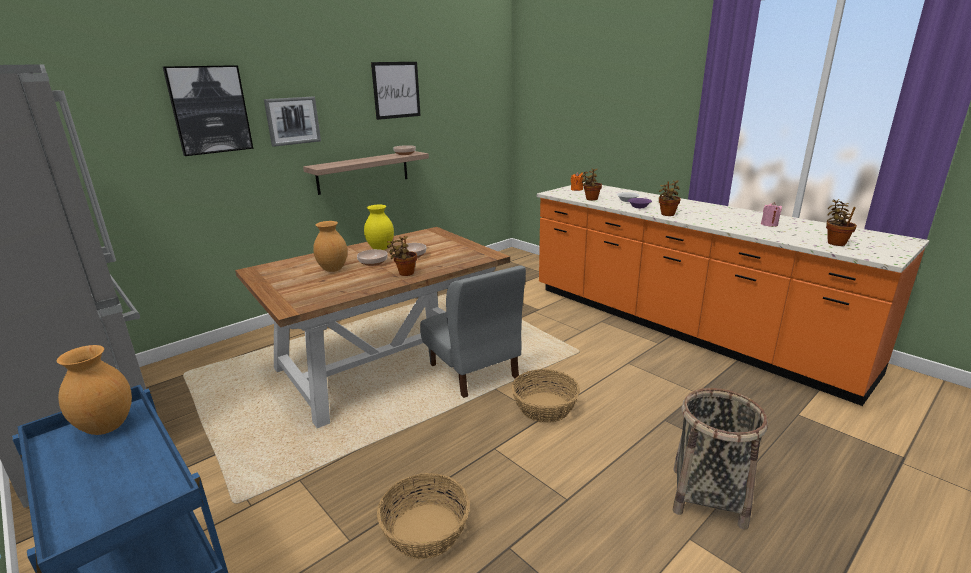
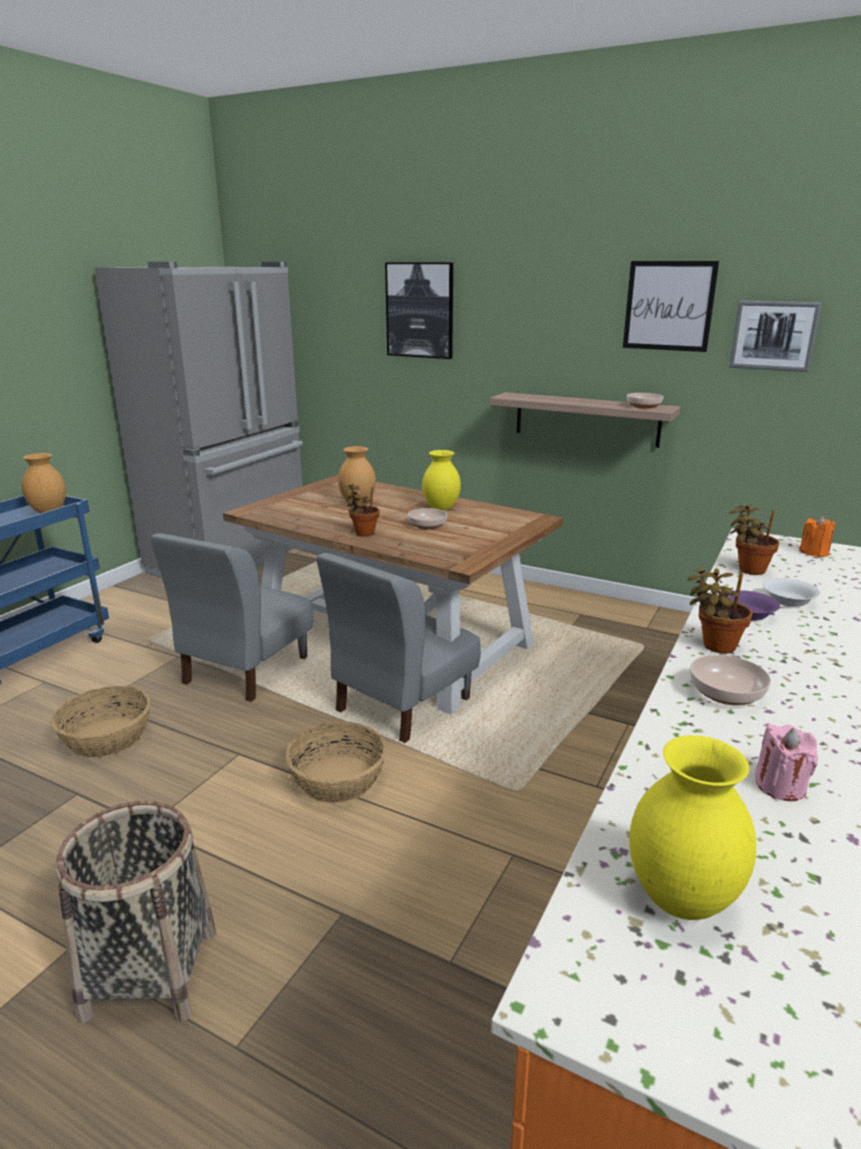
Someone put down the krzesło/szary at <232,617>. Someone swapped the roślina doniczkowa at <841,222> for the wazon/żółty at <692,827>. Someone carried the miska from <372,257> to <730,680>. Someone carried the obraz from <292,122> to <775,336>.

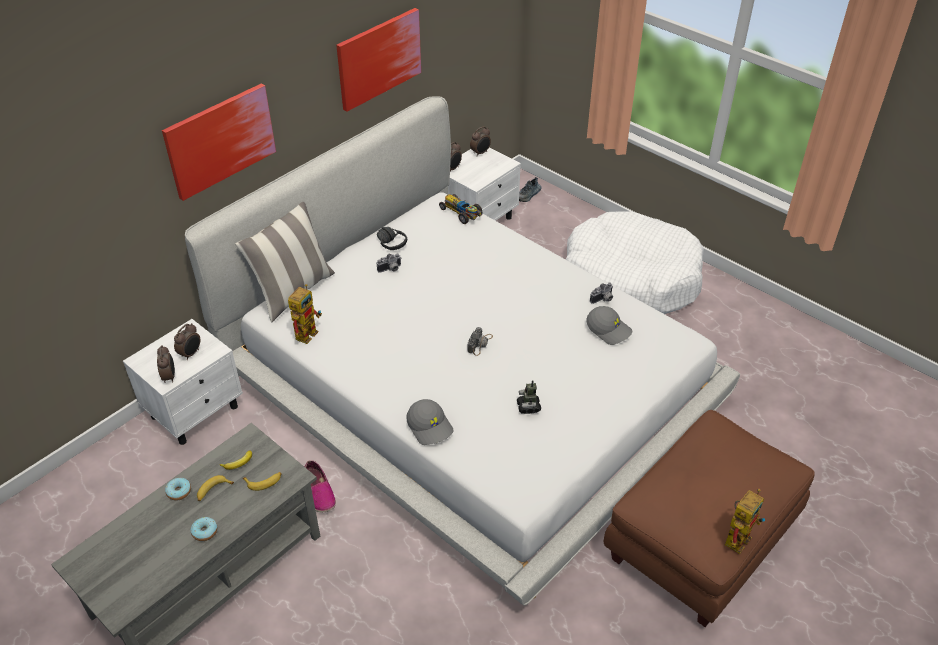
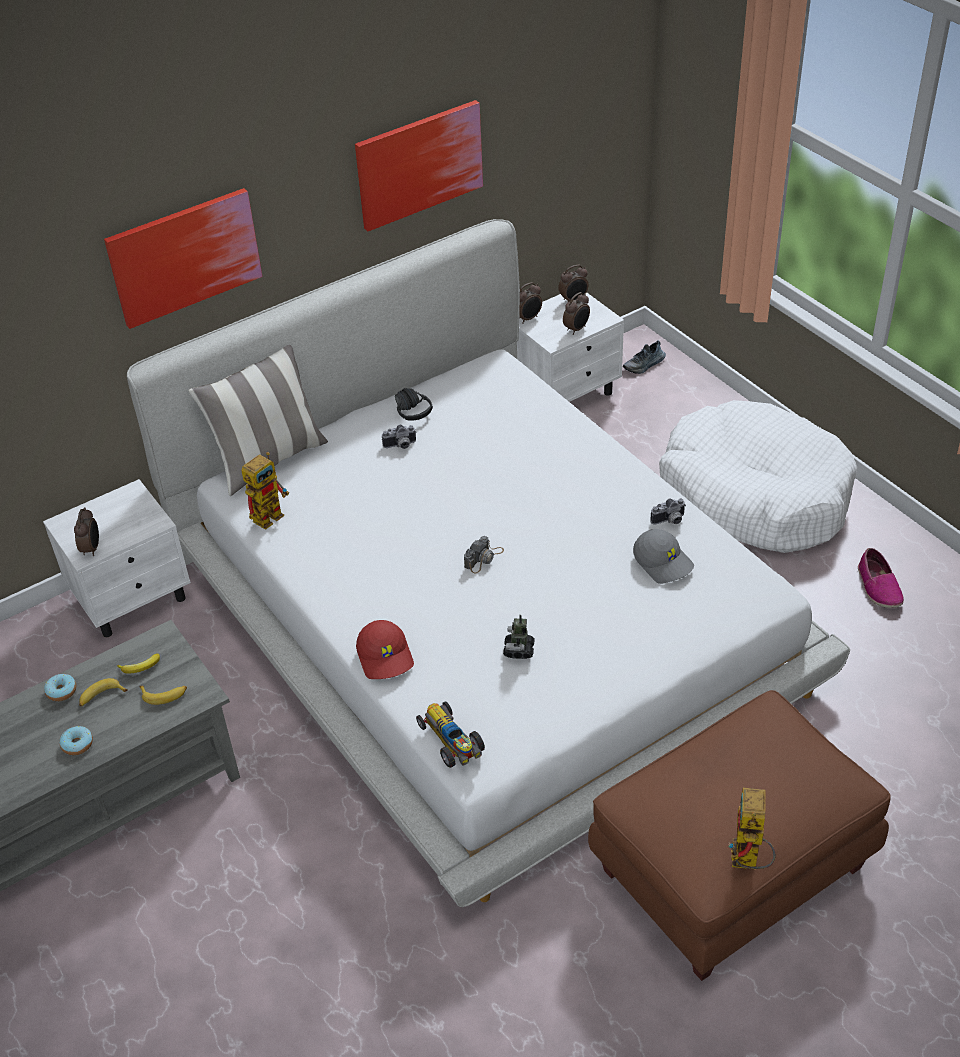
Someone repainted the czapka z daszkiem/szary at <430,422>, which became the czapka z daszkiem/czerwony at <385,649>. Someone carried the samochodzik from <460,209> to <450,734>. Someone carried the budzik from <187,341> to <576,313>. Someone rotated the robot zabawkowy at <745,521> by 135 degrees clockwise. Someone carried the but from <320,486> to <881,578>.

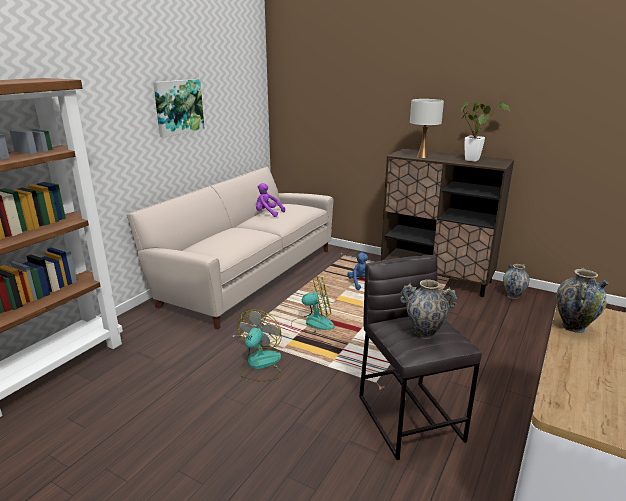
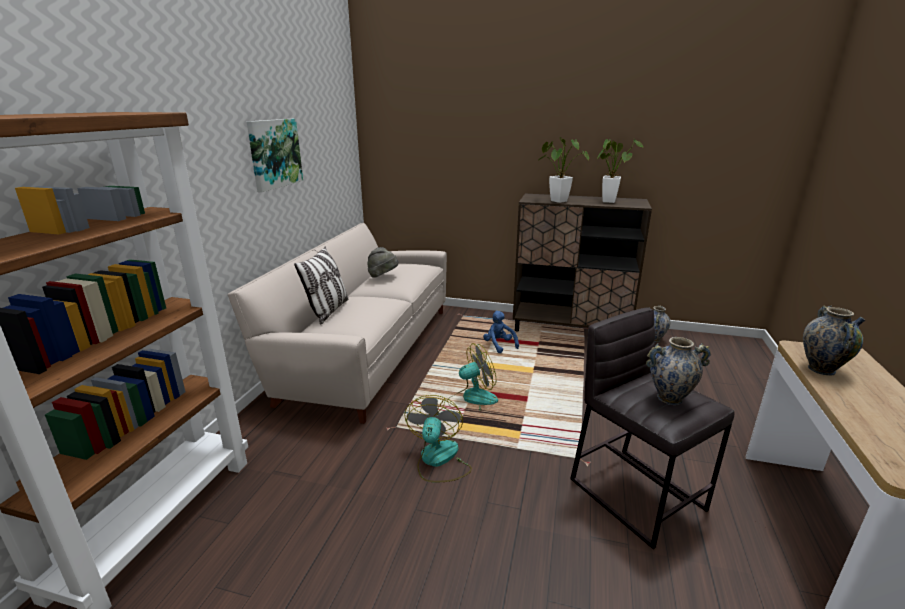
Someone put down the poduszka at <321,286>. Someone swapped the pluszak/fioletowy at <270,200> for the kapelusz/szary at <383,262>. Someone swapped the lampa stołowa/biały at <427,128> for the roślina doniczkowa at <563,170>.

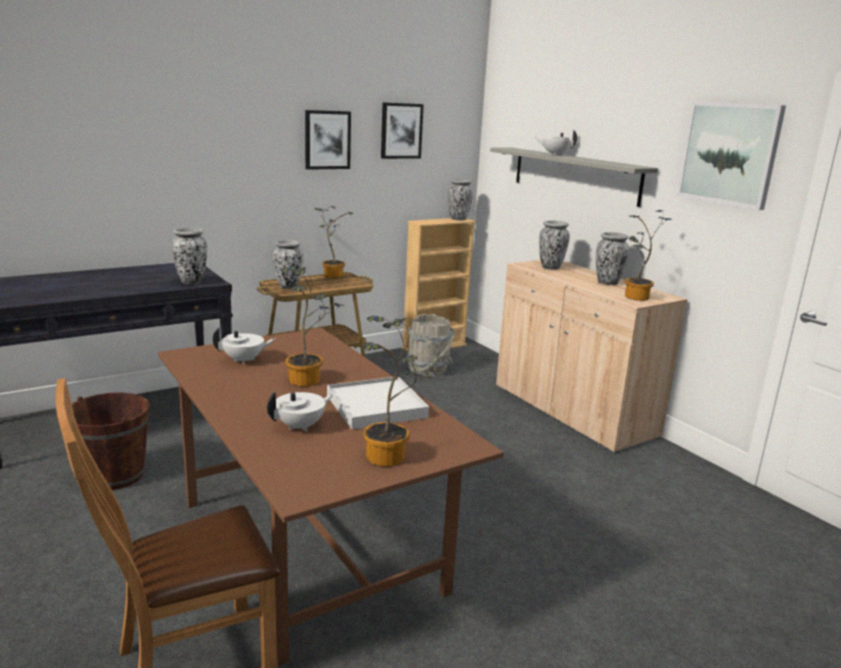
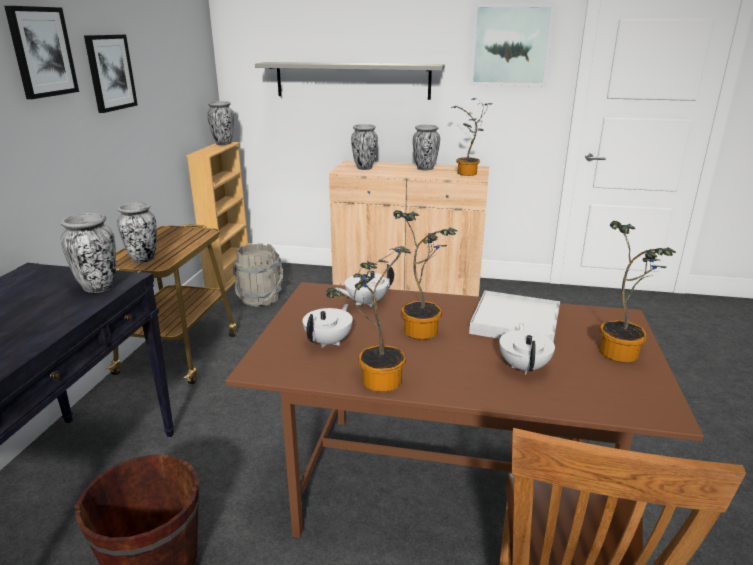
Someone carried the obraz from <402,130> to <41,52>. Someone carried the roślina doniczkowa from <334,242> to <368,319>. Someone carried the imbryk/biały from <556,142> to <364,285>.

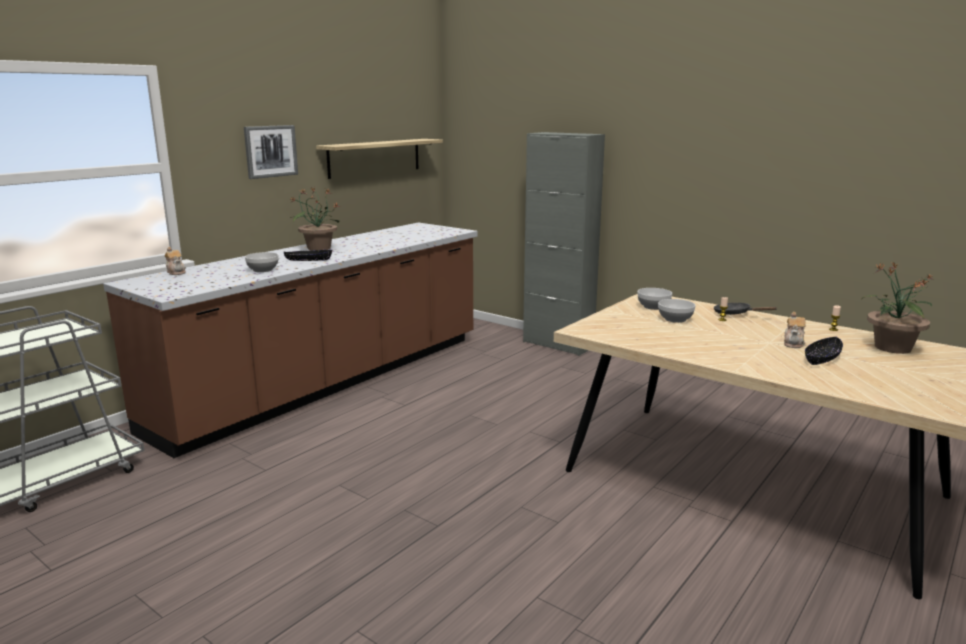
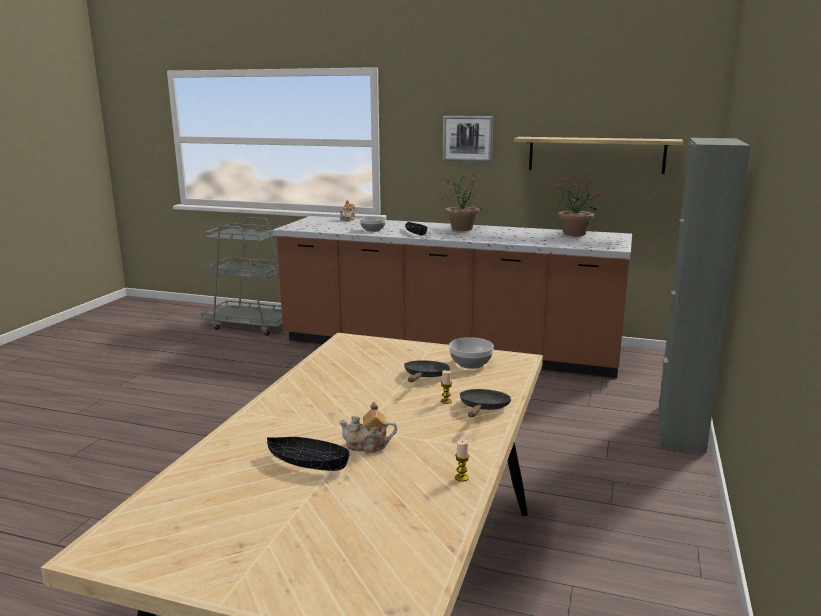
Someone swapped the miska at <676,311> for the patelnia/czarny at <427,371>. Someone carried the roślina doniczkowa from <897,308> to <575,205>.

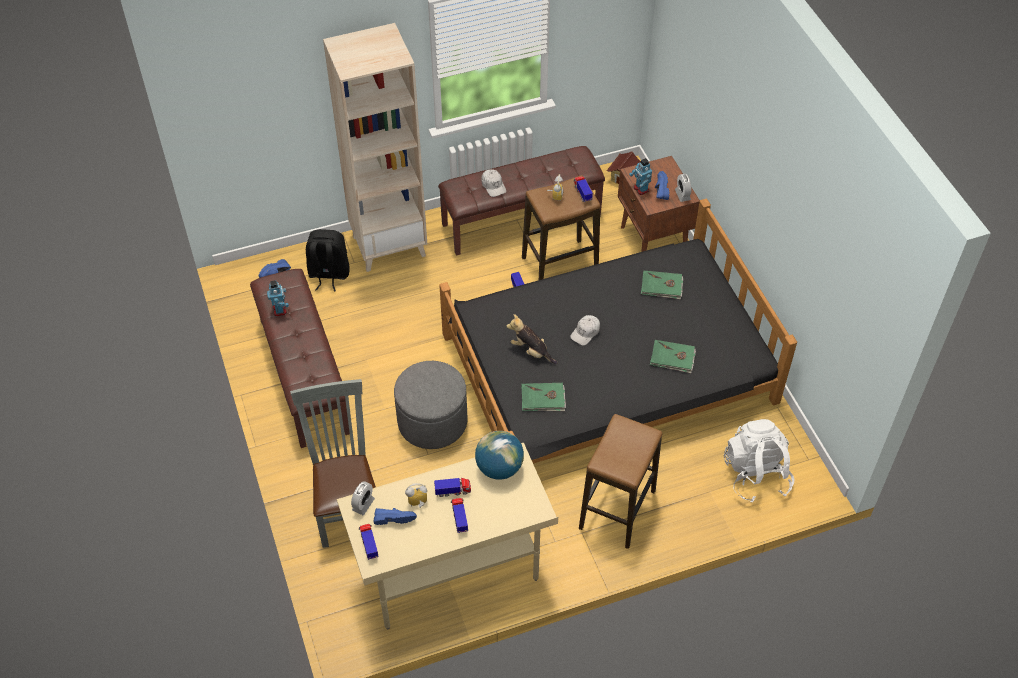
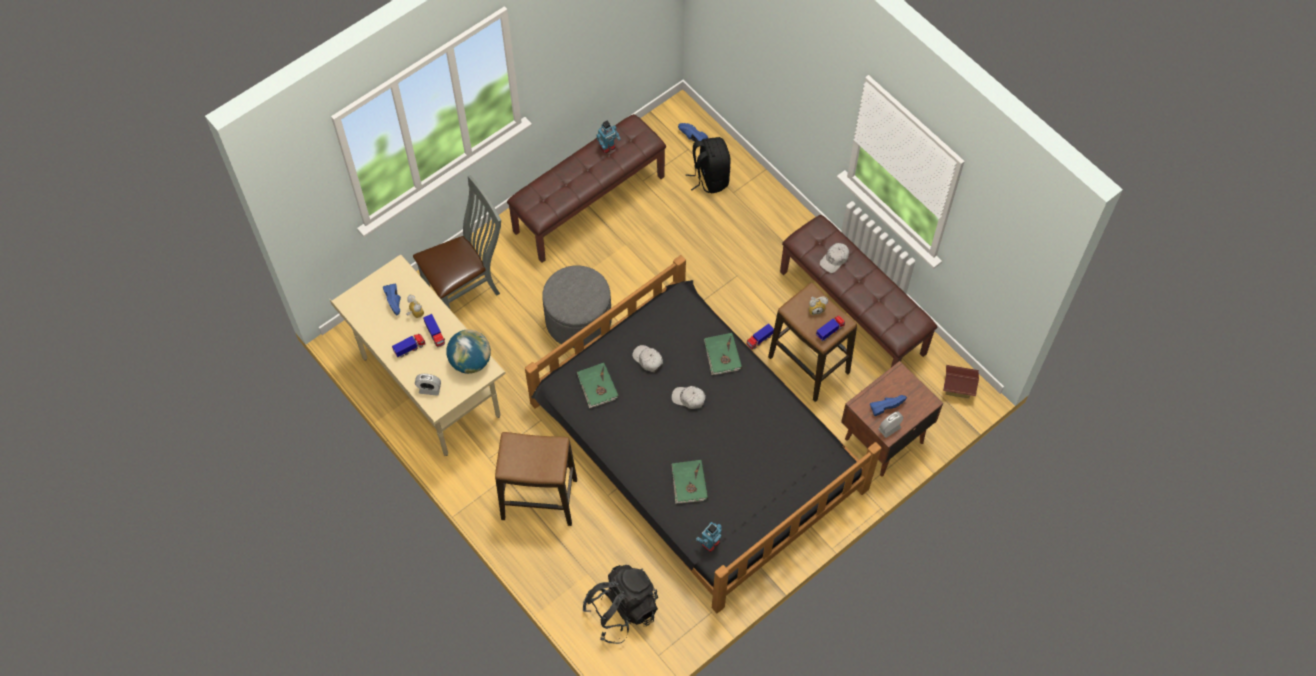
Someone carried the budzik from <363,498> to <428,385>. Someone repainted the plecak/biały at <759,460>, which became the plecak/czarny at <620,604>. Someone swapped the pluszak at <531,339> for the czapka z daszkiem/biały at <647,358>. Someone carried the robot zabawkowy from <640,176> to <709,537>. Someone carried the książka/zielony from <662,285> to <723,354>. Someone took away the regał/beżowy at <375,147>. Someone took away the ciężarówka zabawkowa at <369,542>.

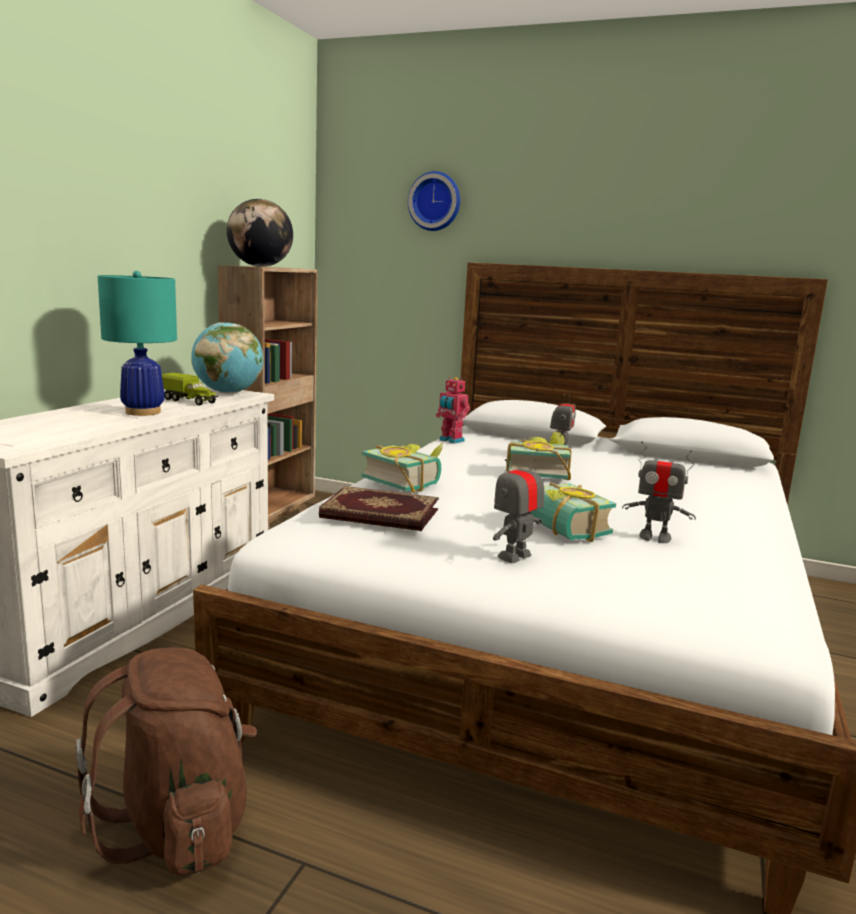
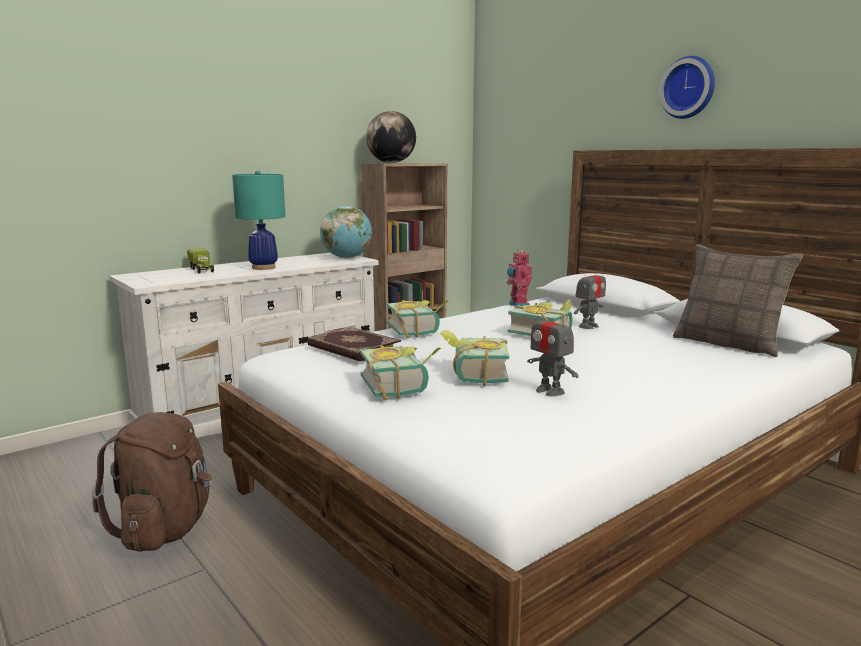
Someone carried the ciężarówka zabawkowa from <190,389> to <200,260>. Someone swapped the robot zabawkowy at <518,506> for the książka at <400,372>. Someone carried the zegar ścienny from <434,201> to <687,87>. Someone put down the poduszka at <738,300>.

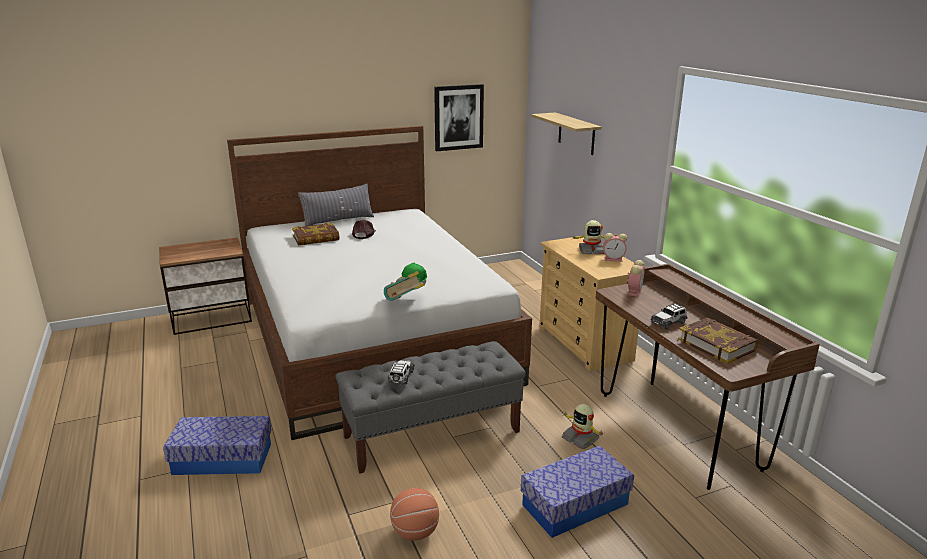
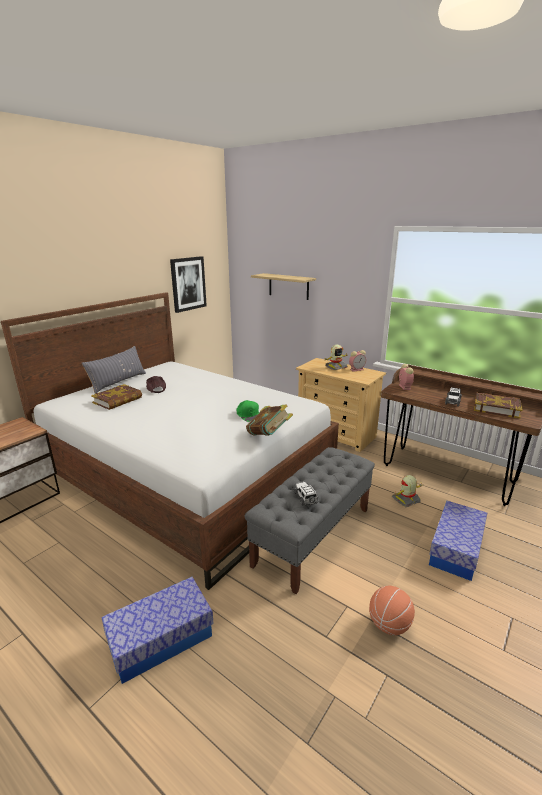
Someone rotated the robot zabawkowy at <583,426> by 135 degrees clockwise.

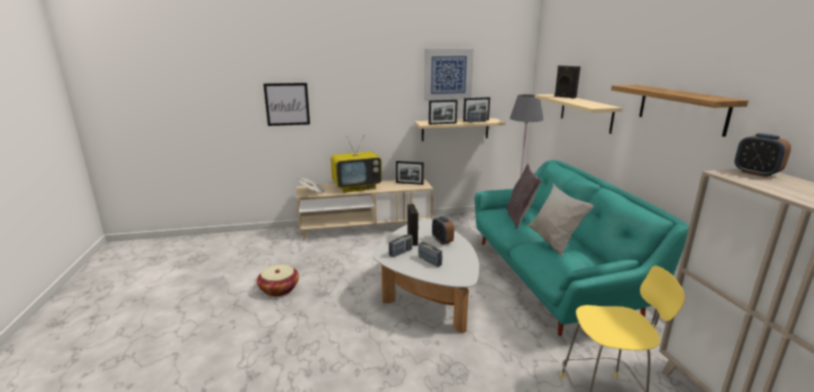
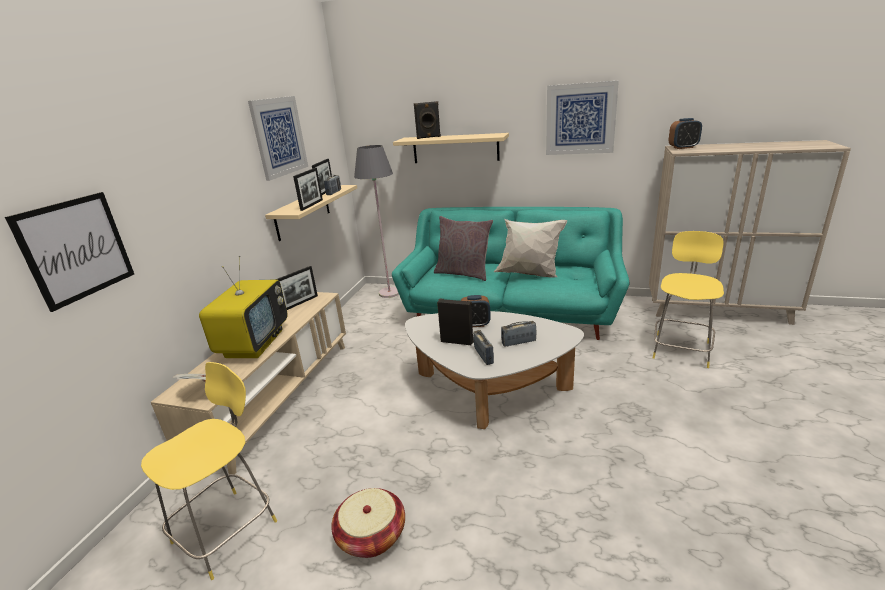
Someone put down the stołek/żółty at <209,471>. Someone swapped the półka at <679,111> for the obraz at <582,118>.

